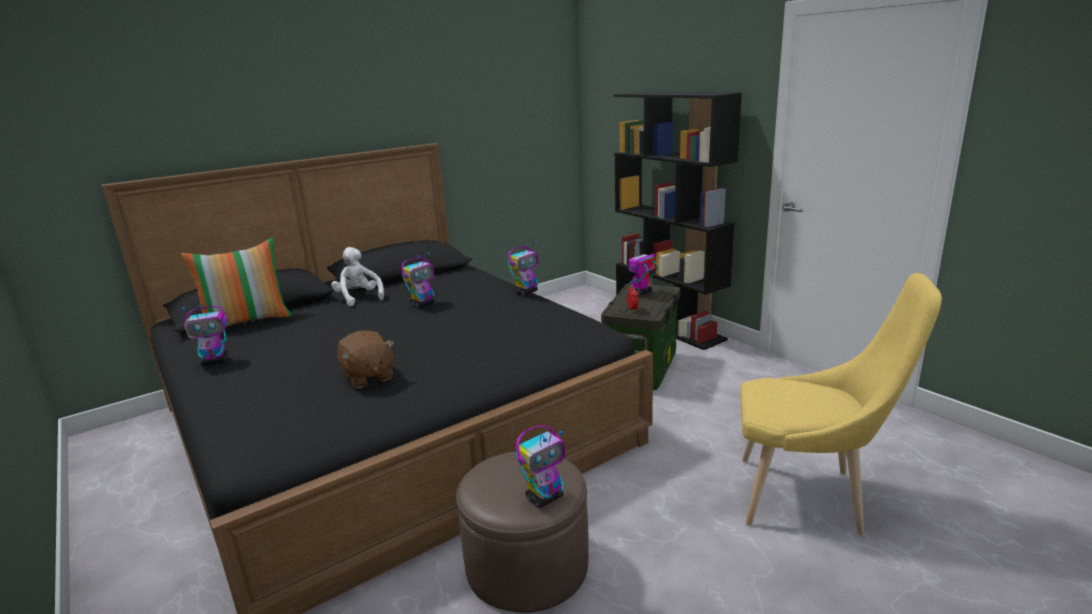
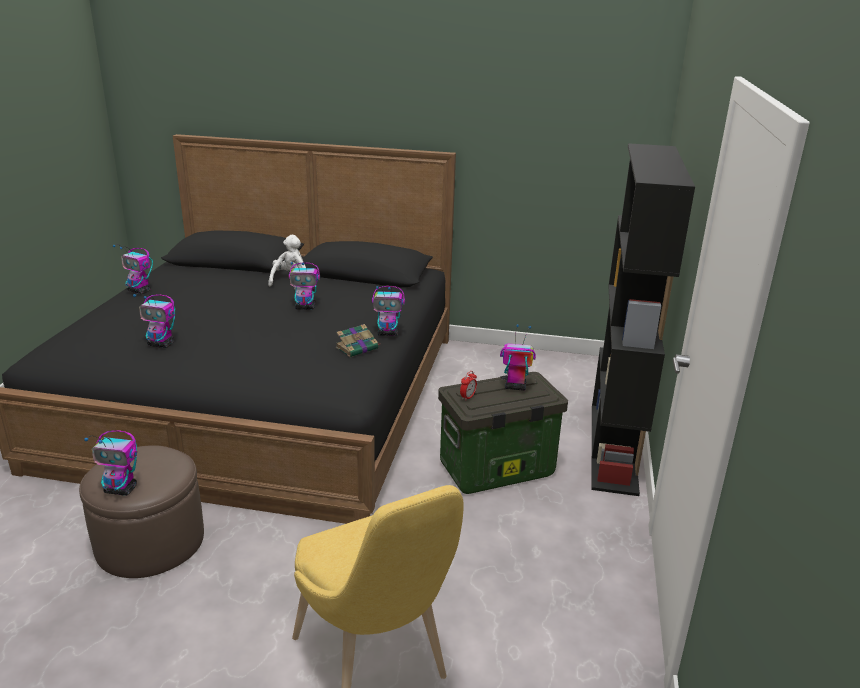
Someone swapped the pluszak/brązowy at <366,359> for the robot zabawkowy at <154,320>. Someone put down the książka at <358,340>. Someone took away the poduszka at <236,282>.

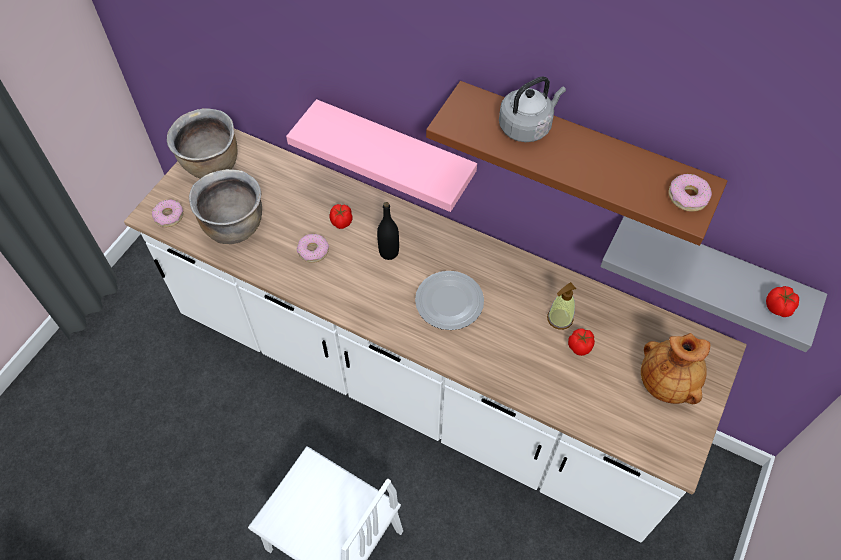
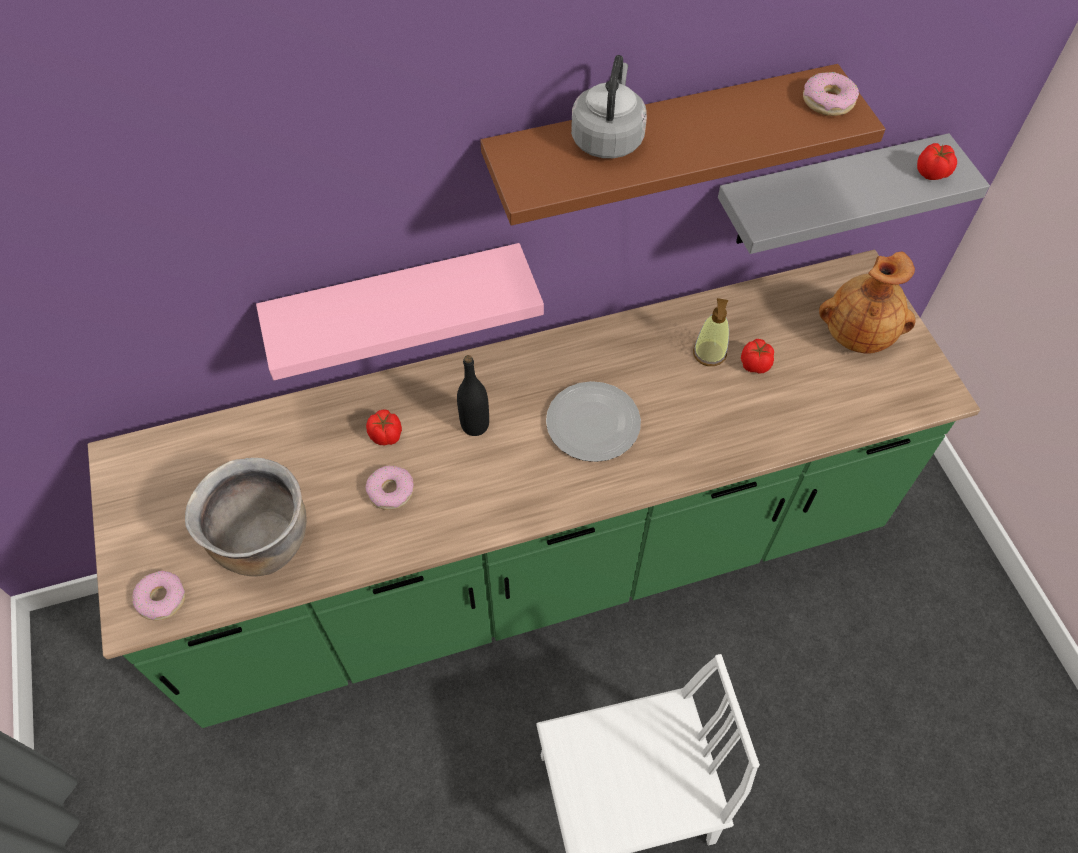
Someone repainted the zabudowa kuchenna/biały at <435,335>, which became the zabudowa kuchenna/zielony at <534,489>. Someone took away the garnek/brązowy at <202,143>.

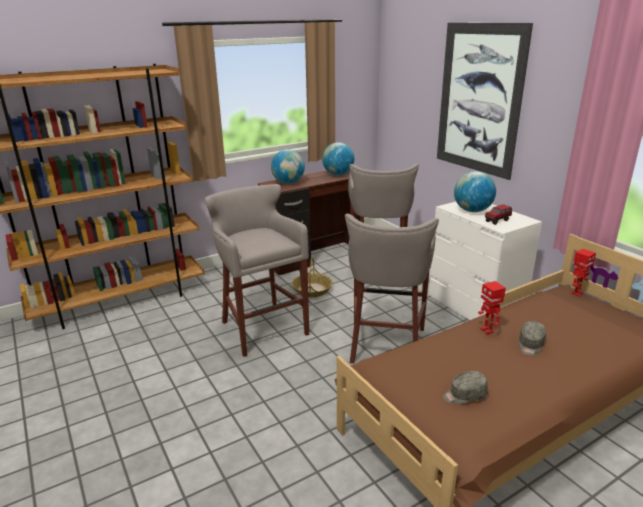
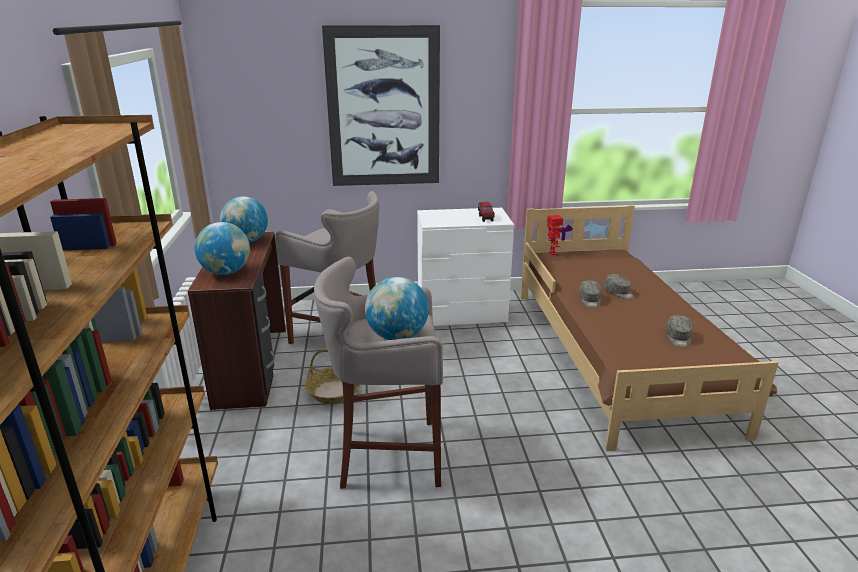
Someone carried the globus from <475,191> to <397,308>. Someone swapped the robot zabawkowy at <492,308> for the czapka z daszkiem/szary at <590,294>. Someone took away the stołek/szary at <392,289>.

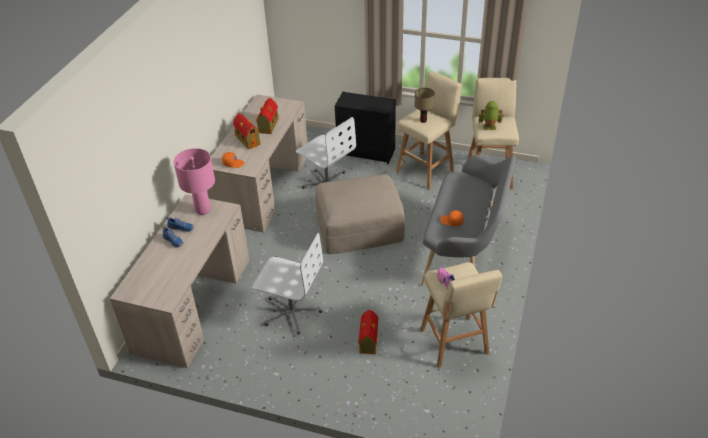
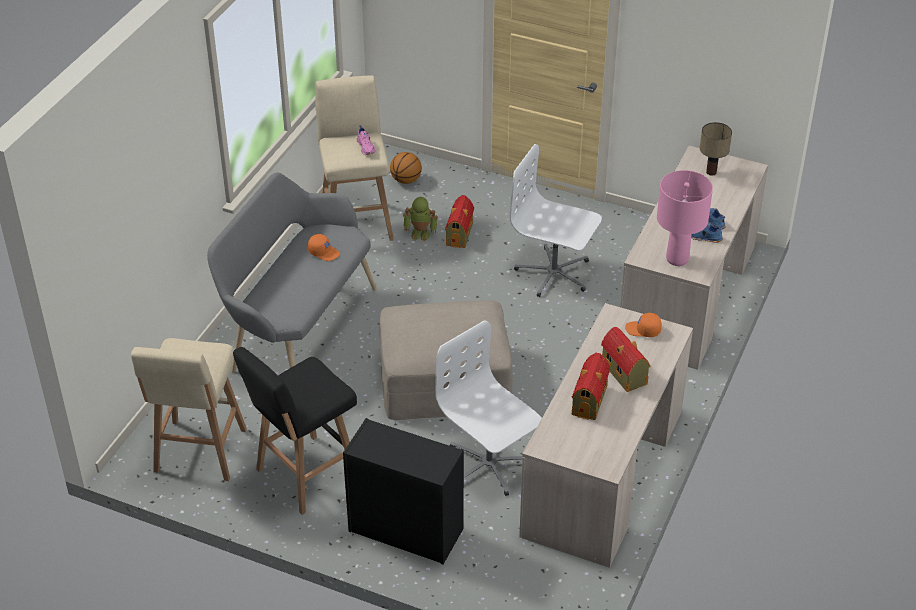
Someone repainted the stołek/beżowy at <429,130>, which became the stołek/czarny at <295,431>. Someone put down the piłka do koszykówki at <406,168>. Someone carried the robot zabawkowy from <491,115> to <420,219>. Someone carried the lampa stołowa from <425,105> to <716,149>.

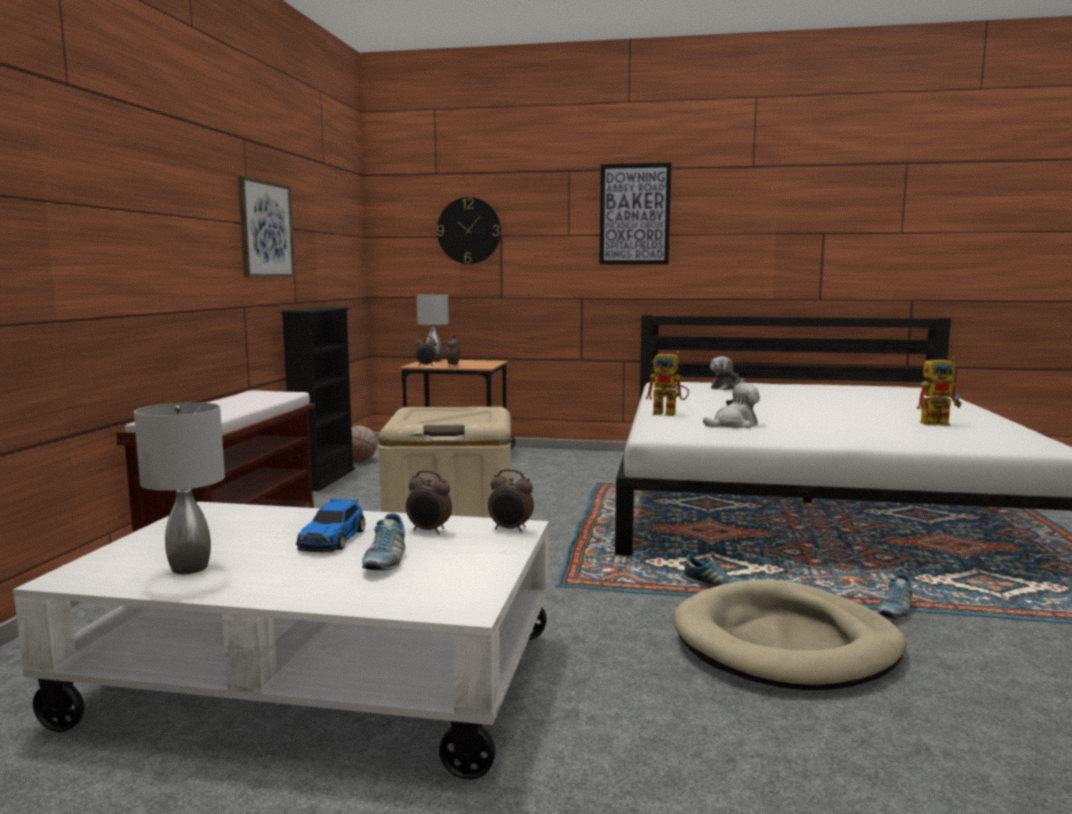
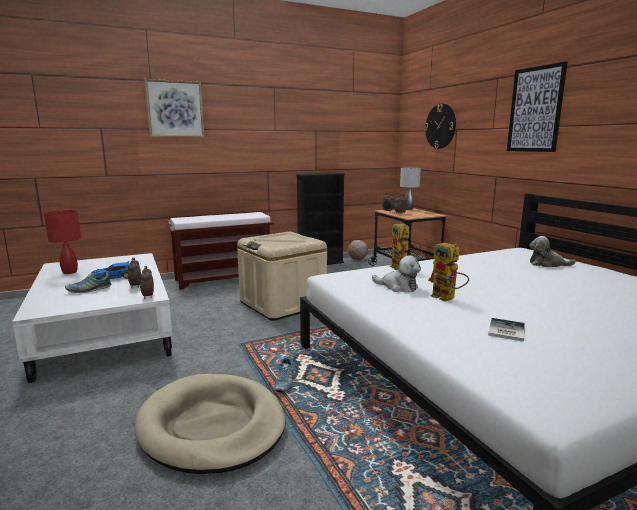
Someone repainted the lampa stołowa/szary at <179,488>, which became the lampa stołowa/czerwony at <62,242>. Someone carried the obraz from <266,227> to <174,108>. Someone carried the robot zabawkowy from <939,391> to <448,272>. Someone put down the książka at <506,330>. Someone took away the but at <895,596>.

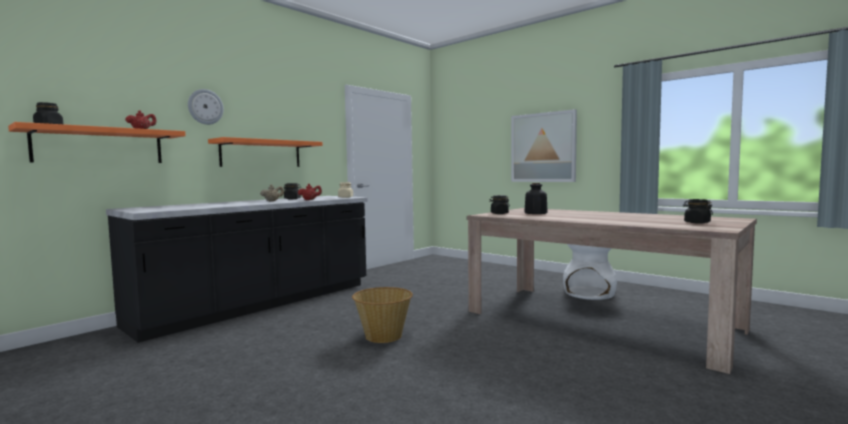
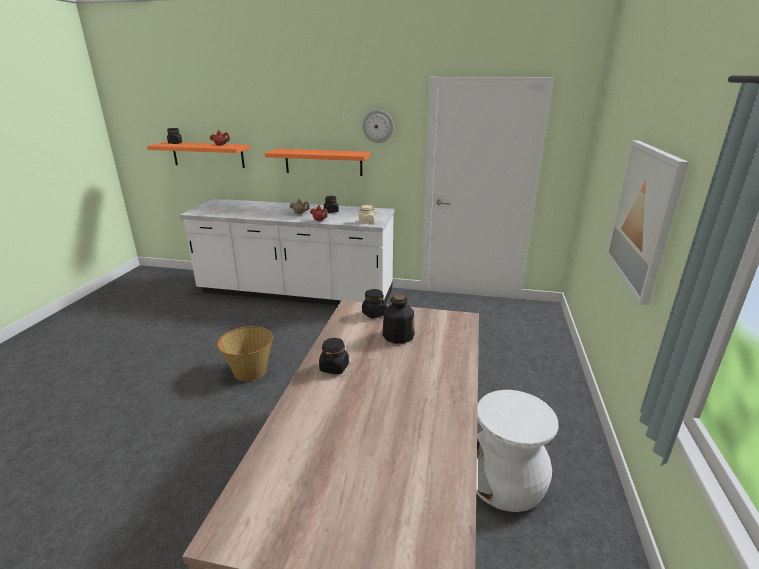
Someone repainted the zabudowa kuchenna/czarny at <237,269>, which became the zabudowa kuchenna/biały at <287,252>. Someone carried the słoik/czarny from <698,211> to <334,356>. Someone carried the zegar ścienny from <206,107> to <378,126>.

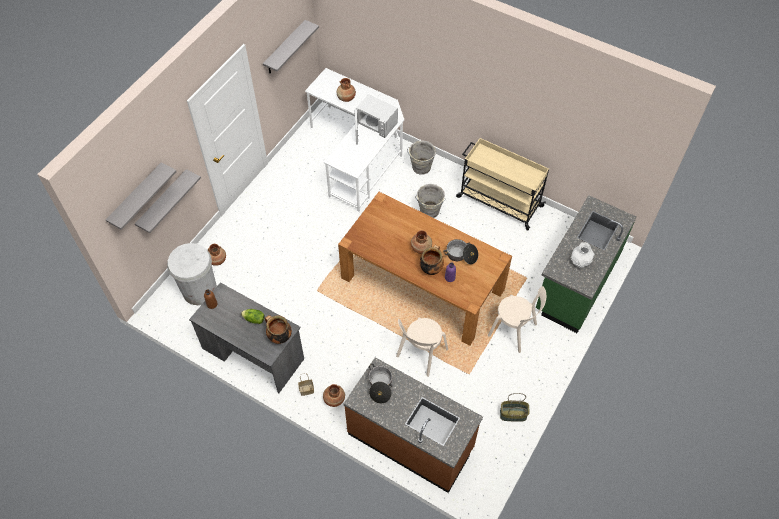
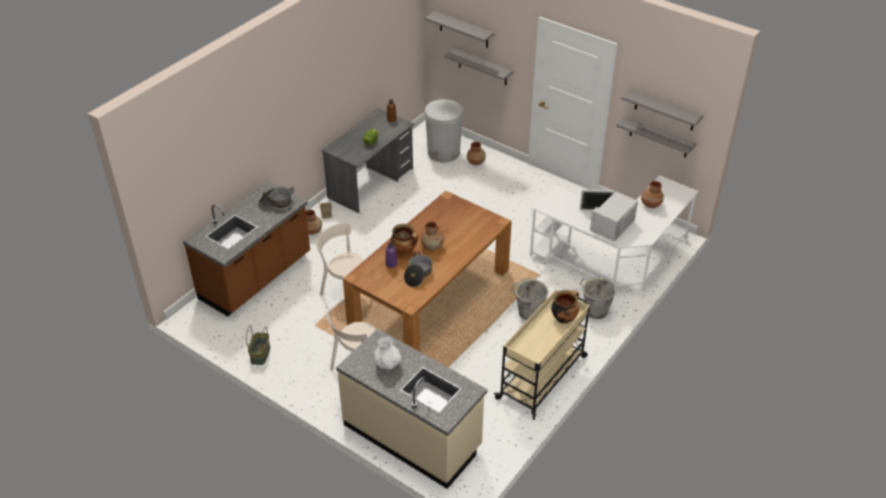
Someone repainted the zabudowa kuchenna/zielony at <586,264>, which became the zabudowa kuchenna/beżowy at <411,409>. Someone carried the garnek from <278,329> to <565,306>. Someone put up the półka/szary at <656,137>.

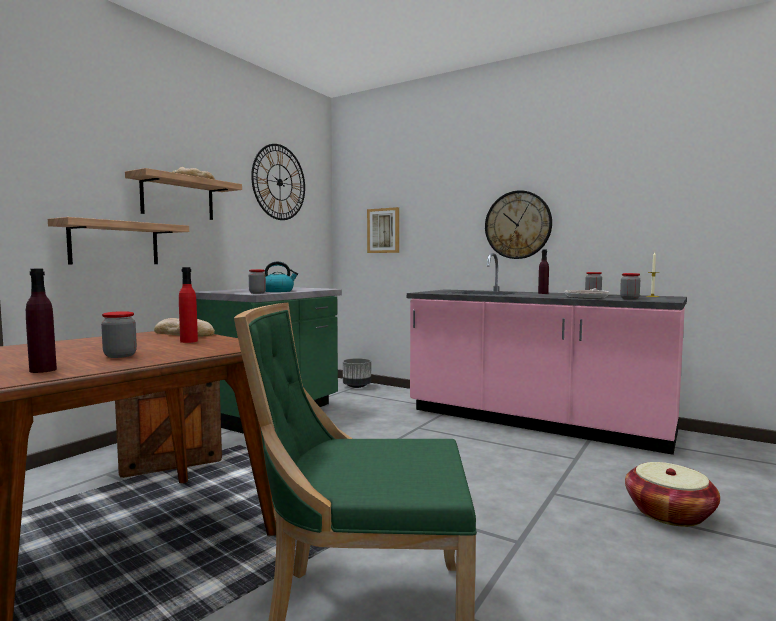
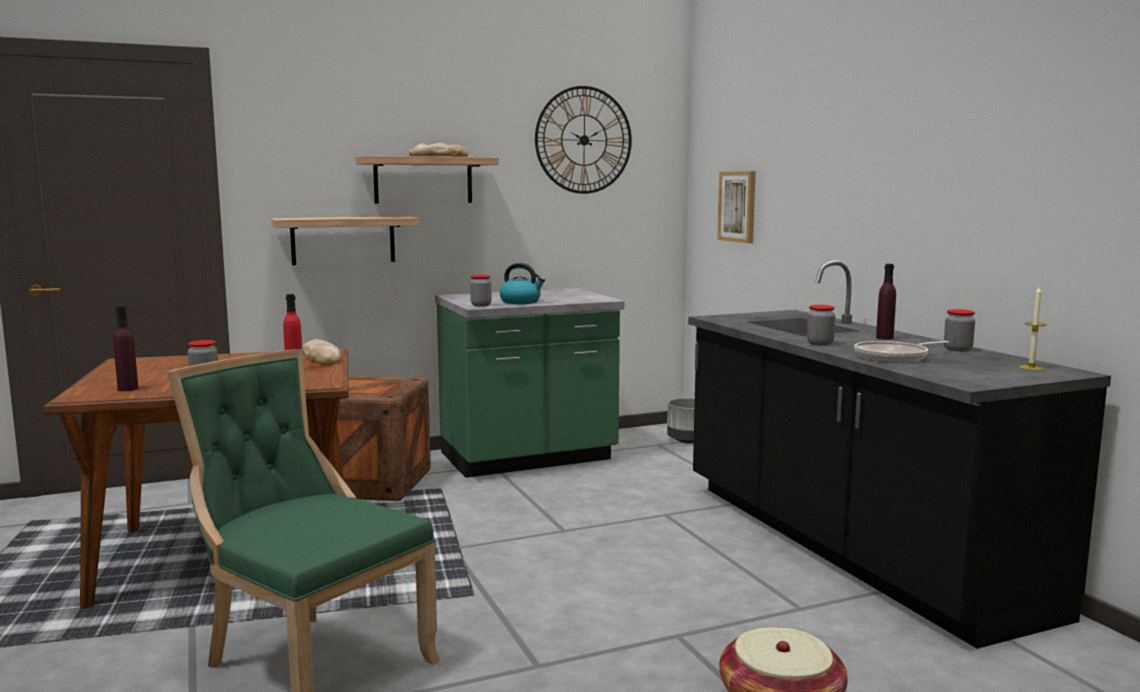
Someone repainted the zabudowa kuchenna/różowy at <547,354>, which became the zabudowa kuchenna/czarny at <899,454>. Someone carried the słoik from <630,286> to <821,325>. Someone took away the zegar ścienny at <518,224>.

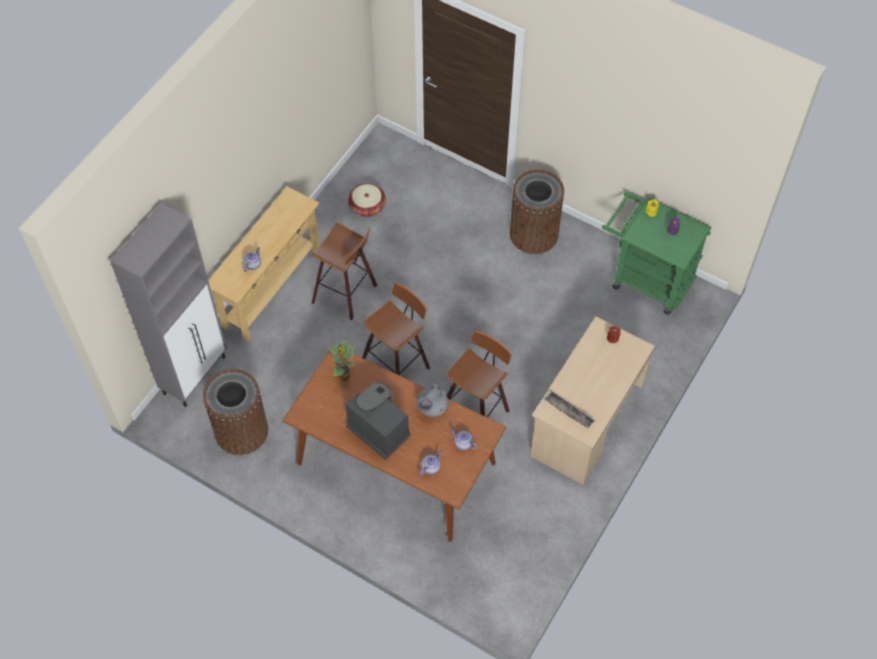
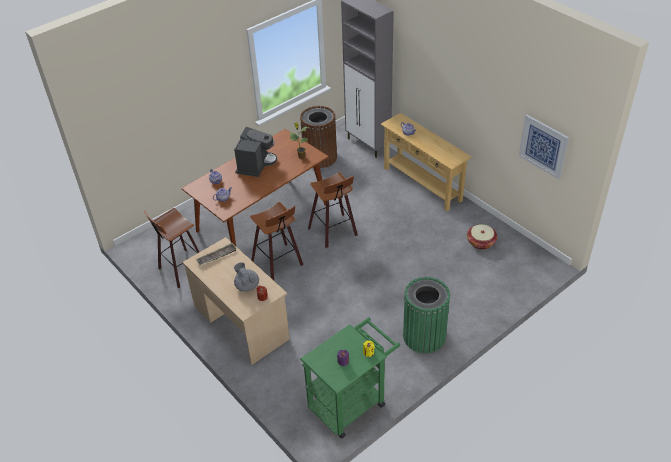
Someone carried the stołek from <344,271> to <171,248>. Someone rotated the ekspres do kawy at <378,421> by 45 degrees counterclockwise. Someone carried the imbryk/szary from <433,400> to <246,277>. Someone repainted the kosz na śmieci/brązowy at <537,211>, which became the kosz na śmieci/zielony at <426,315>. Someone put up the obraz at <544,147>.

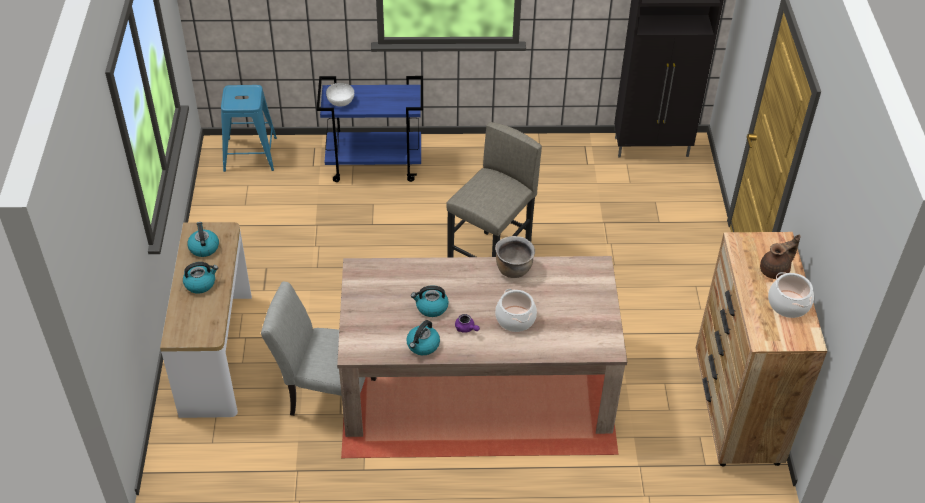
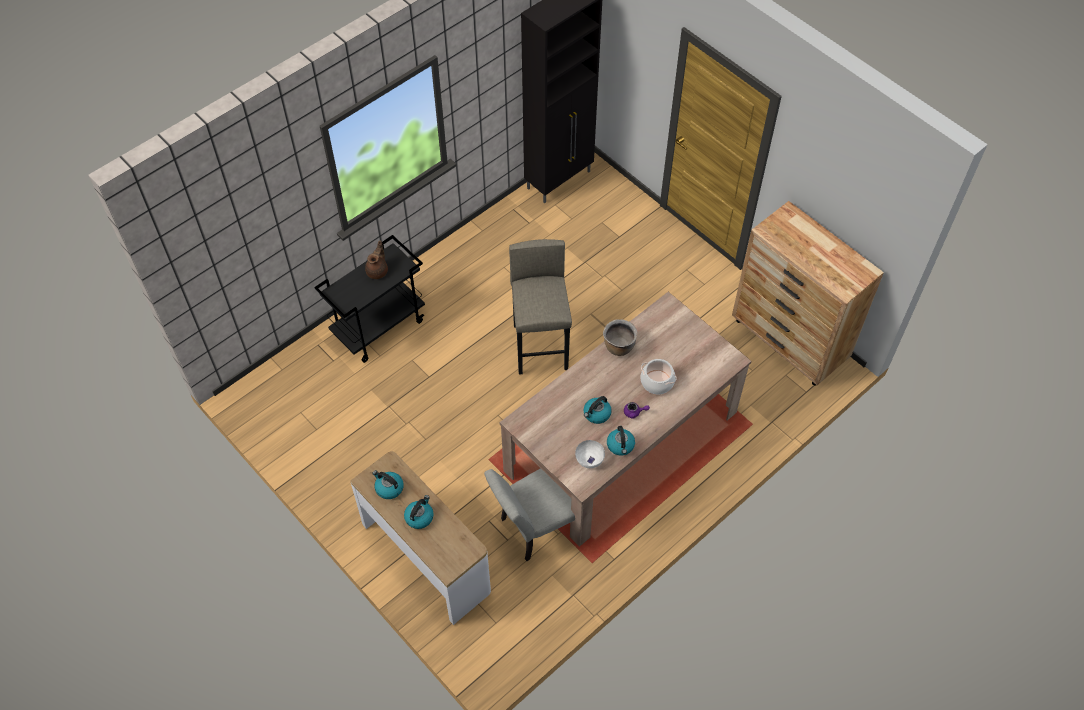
Someone repainted the wózek/niebieski at <370,129>, which became the wózek/czarny at <369,299>. Someone carried the imbryk/brązowy from <780,257> to <376,260>. Someone carried the miska/biały from <340,94> to <590,454>. Someone took away the stołek/niebieski at <249,128>. Someone took away the garnek at <791,295>.

